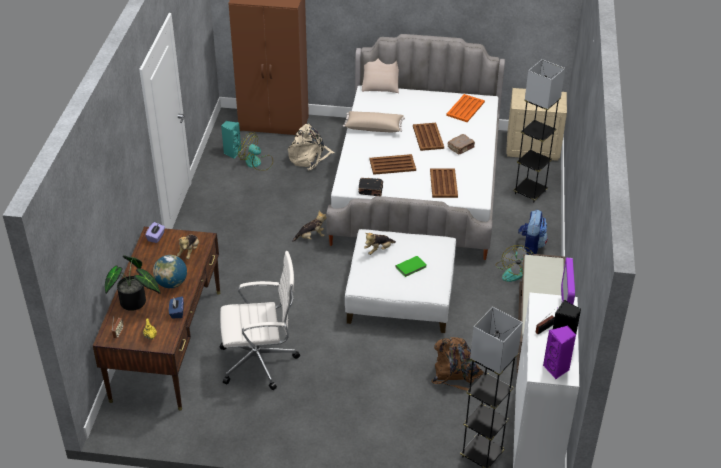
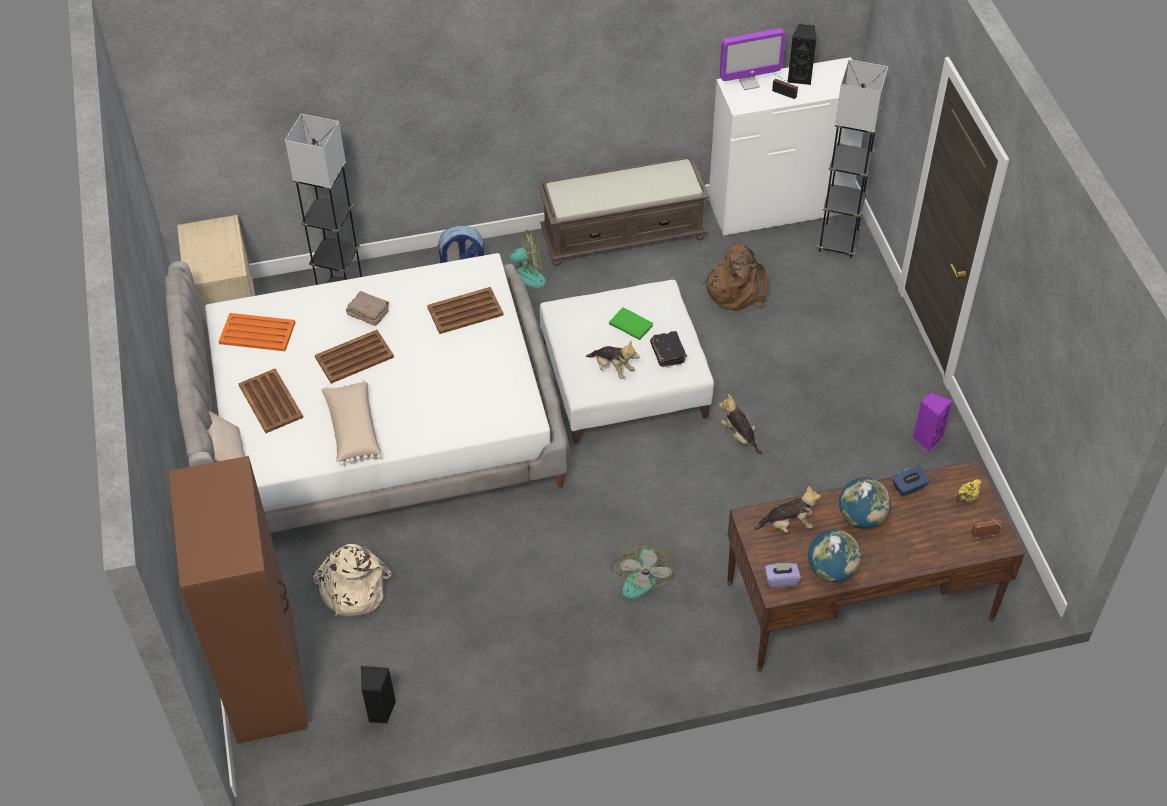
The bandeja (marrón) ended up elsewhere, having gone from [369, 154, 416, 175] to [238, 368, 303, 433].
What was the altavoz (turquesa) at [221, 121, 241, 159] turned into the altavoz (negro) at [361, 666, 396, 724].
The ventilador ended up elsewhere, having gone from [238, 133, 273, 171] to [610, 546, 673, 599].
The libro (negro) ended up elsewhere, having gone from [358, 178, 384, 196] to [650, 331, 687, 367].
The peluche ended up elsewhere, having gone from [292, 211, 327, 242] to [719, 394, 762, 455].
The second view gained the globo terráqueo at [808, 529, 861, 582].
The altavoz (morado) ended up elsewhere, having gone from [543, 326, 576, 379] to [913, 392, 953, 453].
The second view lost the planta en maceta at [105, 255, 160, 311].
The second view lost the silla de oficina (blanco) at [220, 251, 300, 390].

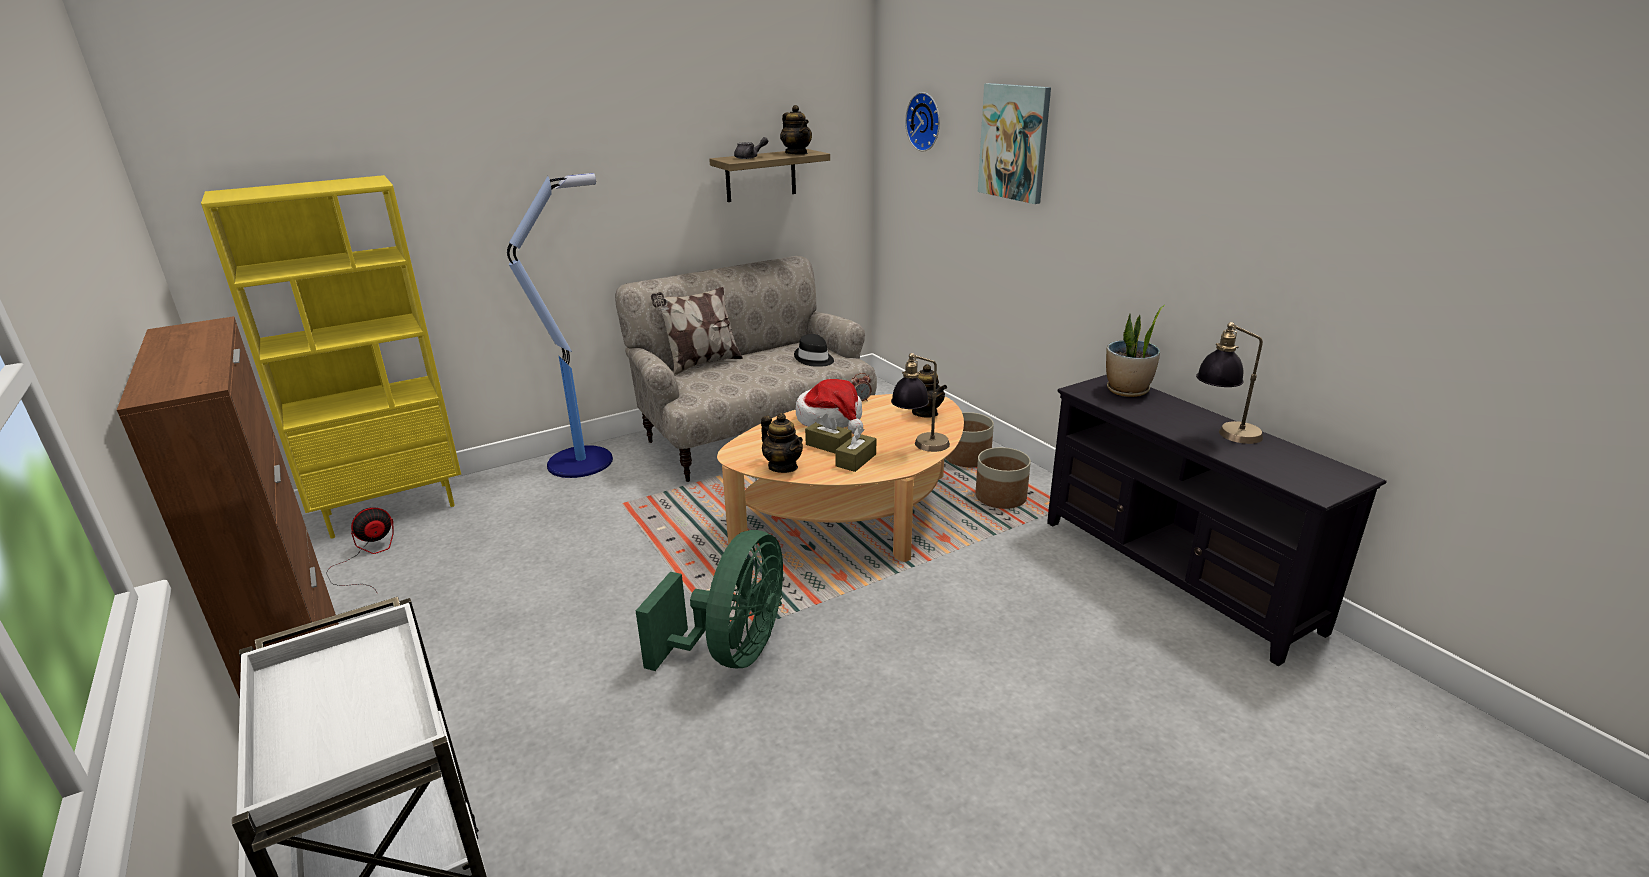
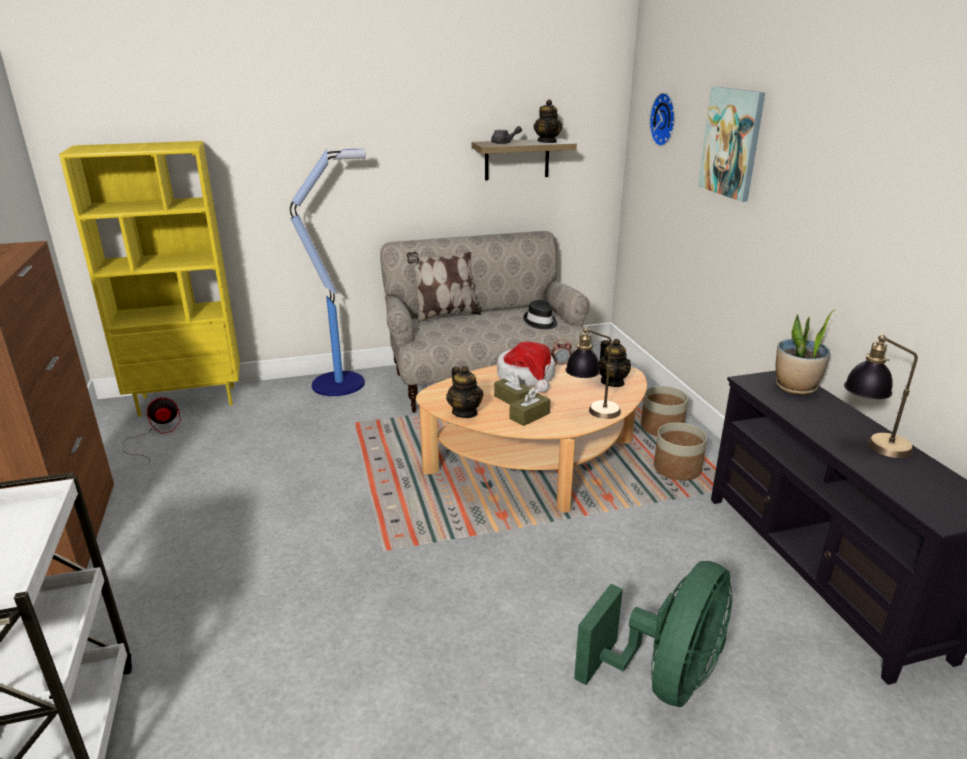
The ventilador (verde) ended up elsewhere, having gone from [636, 530, 783, 671] to [574, 561, 732, 707].

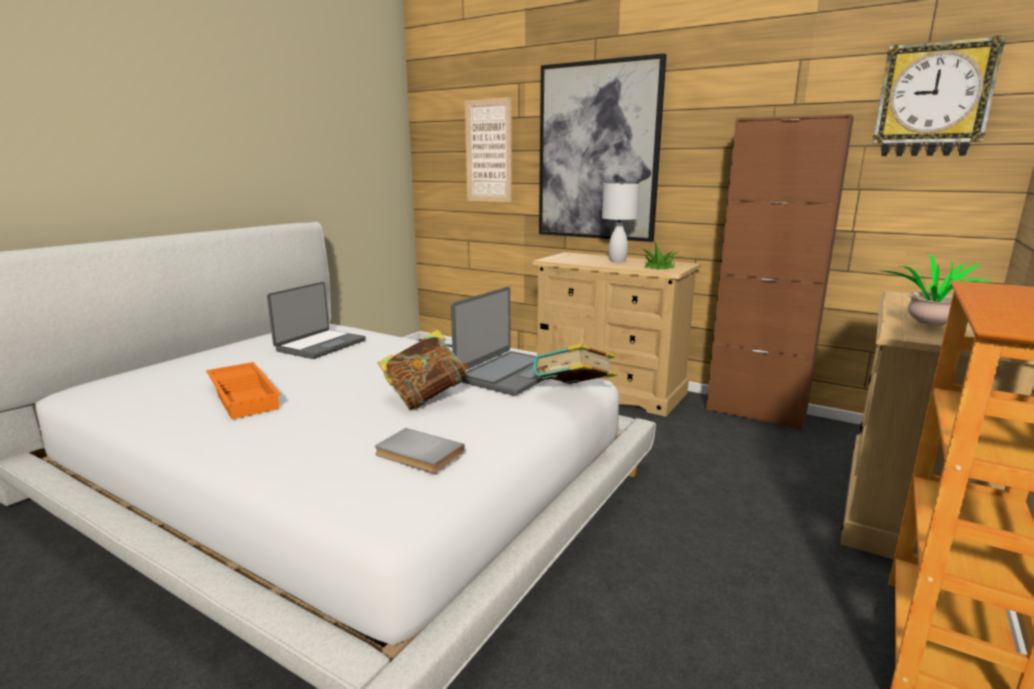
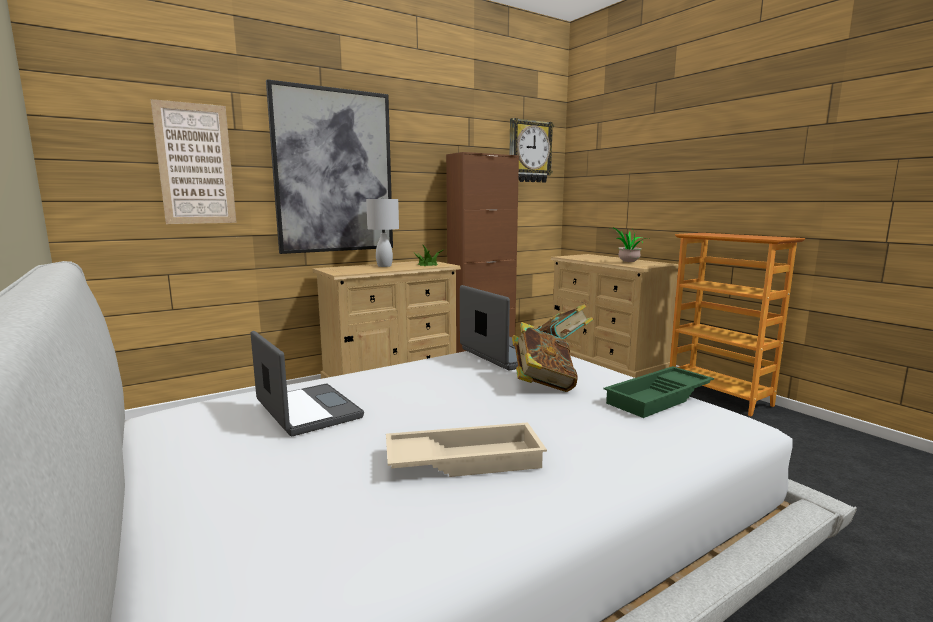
What was the bandeja (naranja) at [206, 362, 281, 419] turned into the bandeja (beis) at [386, 422, 547, 477].
Where the libro (gris) stood at [375, 428, 465, 473], the bandeja (verde) came to stand at [604, 366, 714, 418].

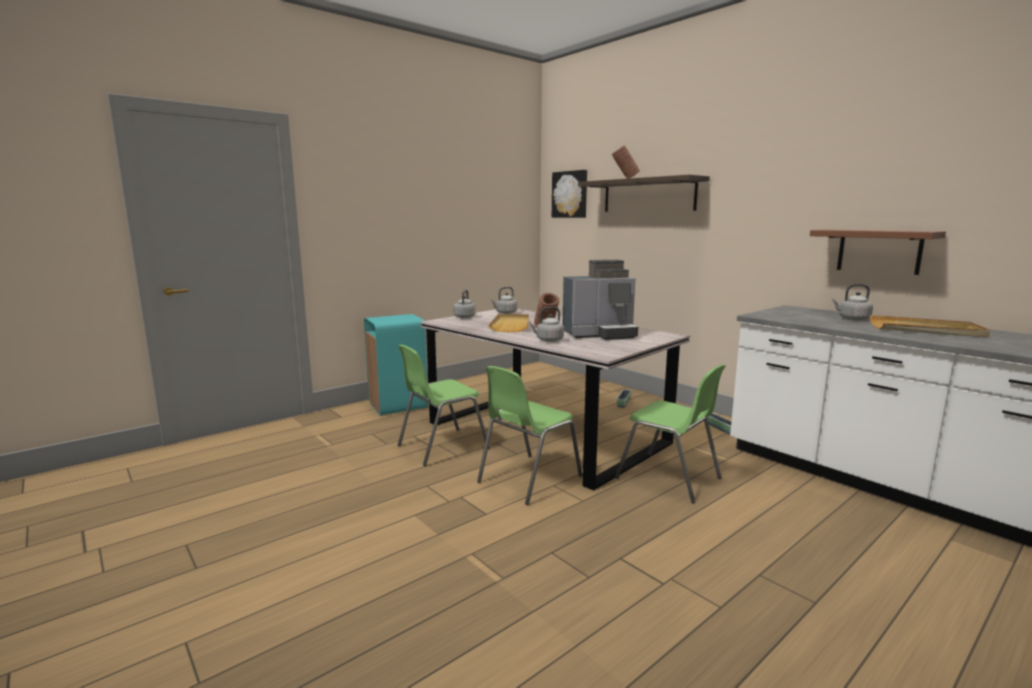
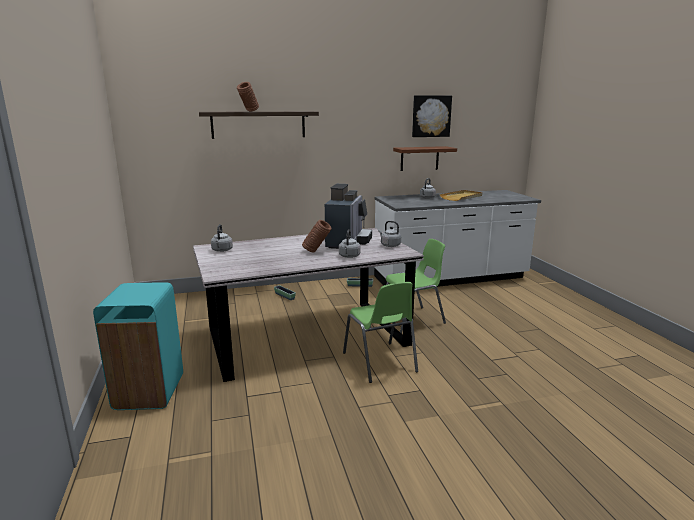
The hervidor (gris) ended up elsewhere, having gone from [453, 290, 476, 318] to [378, 221, 401, 247].
The cuadro ended up elsewhere, having gone from [552, 170, 587, 218] to [412, 95, 452, 137].
The second view lost the silla (verde) at [398, 345, 490, 466].
The second view lost the bandeja (beis) at [488, 314, 529, 332].

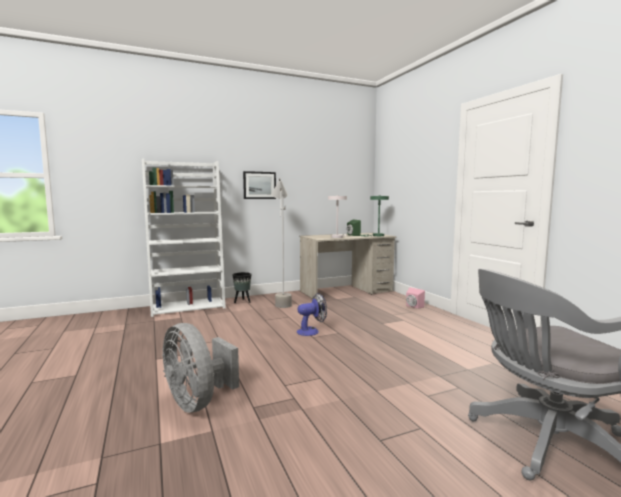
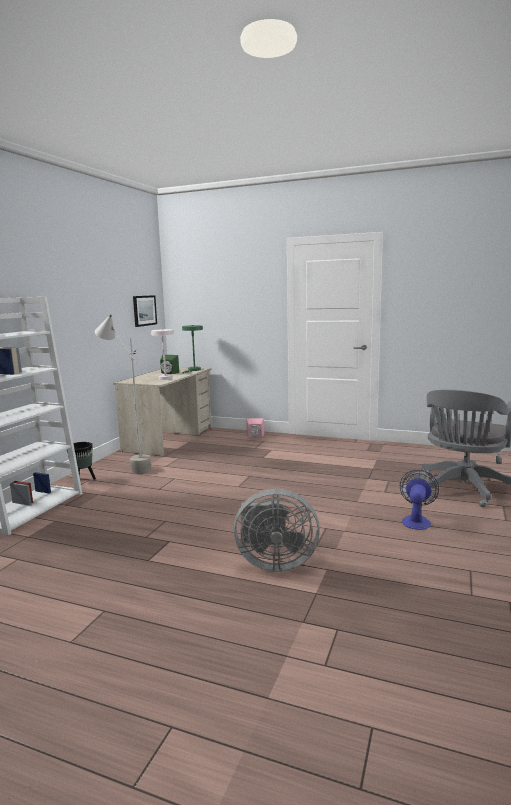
The cuadro ended up elsewhere, having gone from [243, 171, 276, 199] to [133, 295, 157, 327].
The ventilador ended up elsewhere, having gone from [297, 293, 327, 336] to [400, 470, 439, 530].

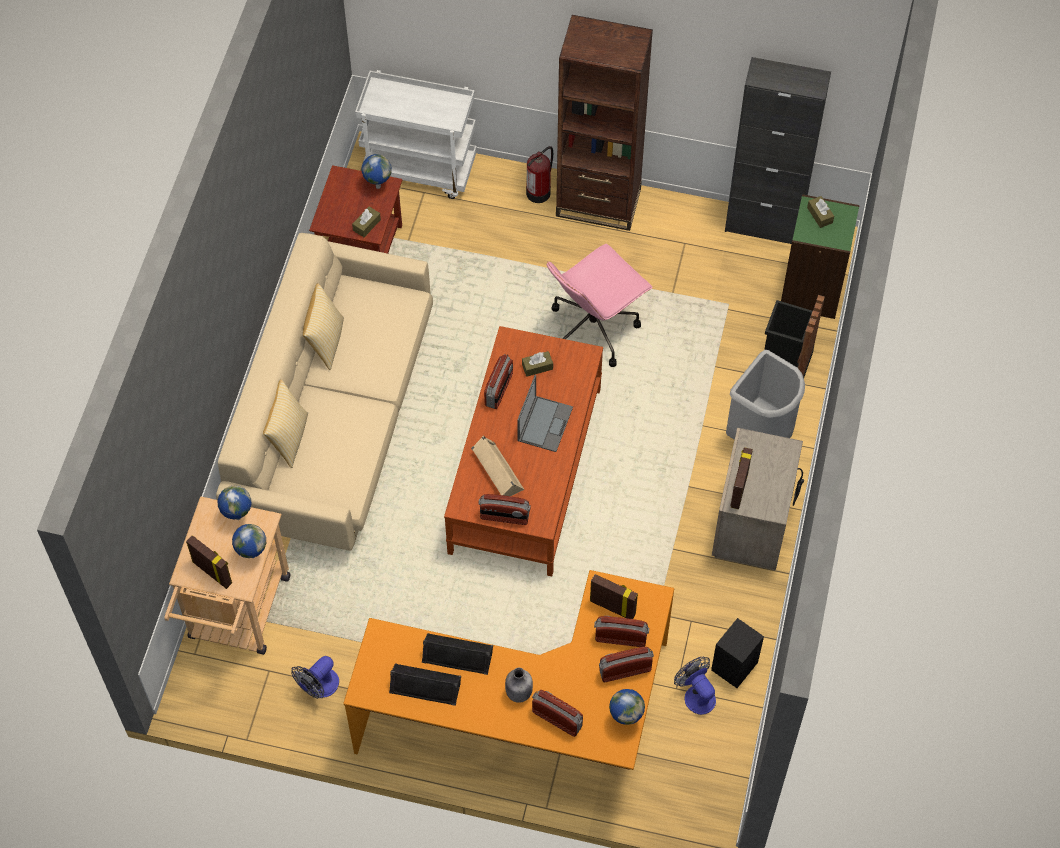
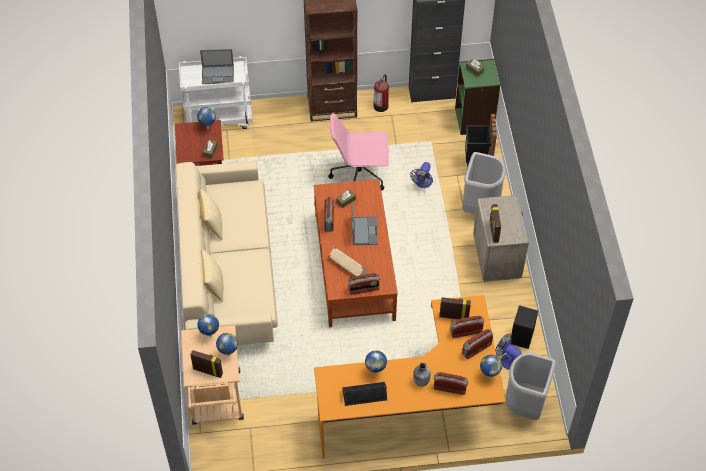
The second view gained the portátil at [200, 49, 234, 84].
The silla de oficina (rosa) at [547, 244, 653, 367] ended up facing another way, 60 degrees clockwise from before.
Where the altavoz (negro) stood at [422, 633, 493, 675], the globo terráqueo came to stand at [365, 350, 387, 373].
The extintor ended up elsewhere, having gone from [526, 146, 553, 203] to [373, 74, 389, 112].
The ventilador ended up elsewhere, having gone from [291, 656, 339, 699] to [410, 162, 433, 188].
The second view gained the papelera (gris) at [506, 352, 556, 420].

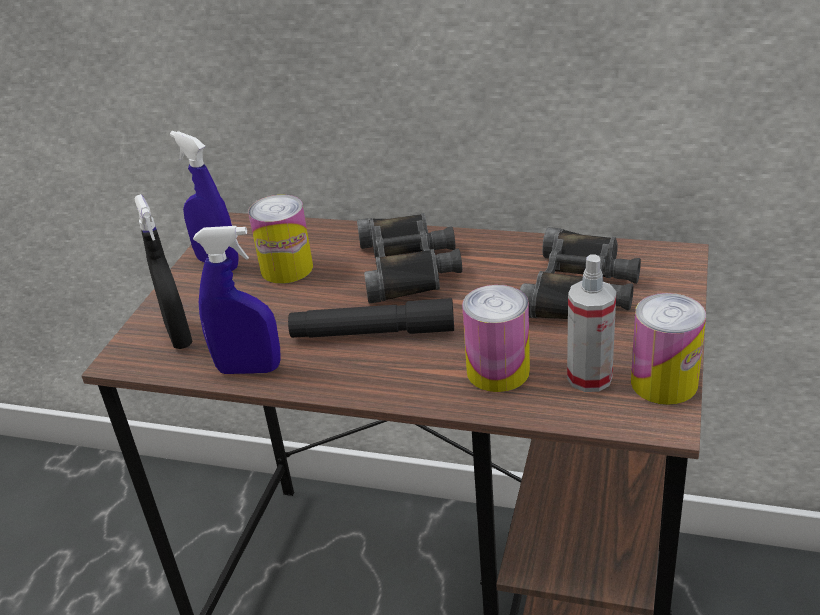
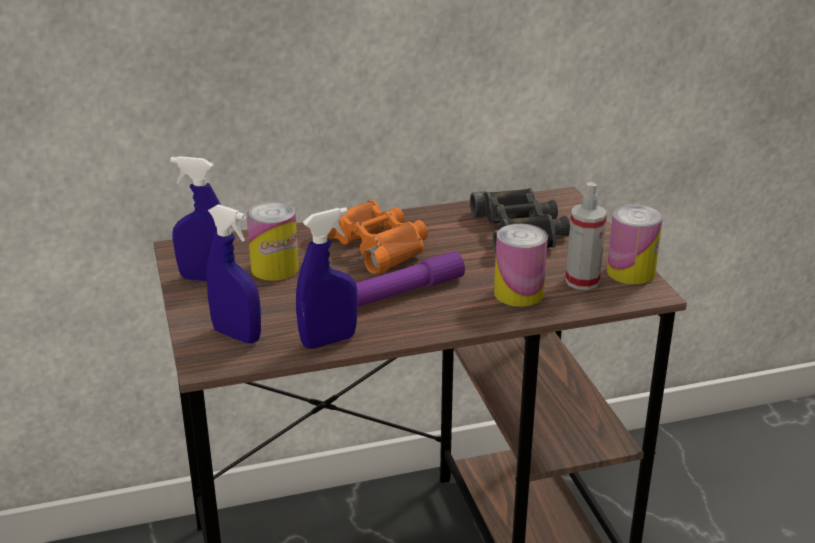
What was the pulverizador (negro) at [134, 194, 193, 349] turned into the pulverizador (azul) at [207, 204, 261, 343].
What was the prismáticos (negro) at [357, 213, 462, 303] turned into the prismáticos (naranja) at [327, 200, 428, 275].
What was the linterna (negro) at [288, 298, 454, 338] turned into the linterna (morado) at [356, 251, 465, 307].

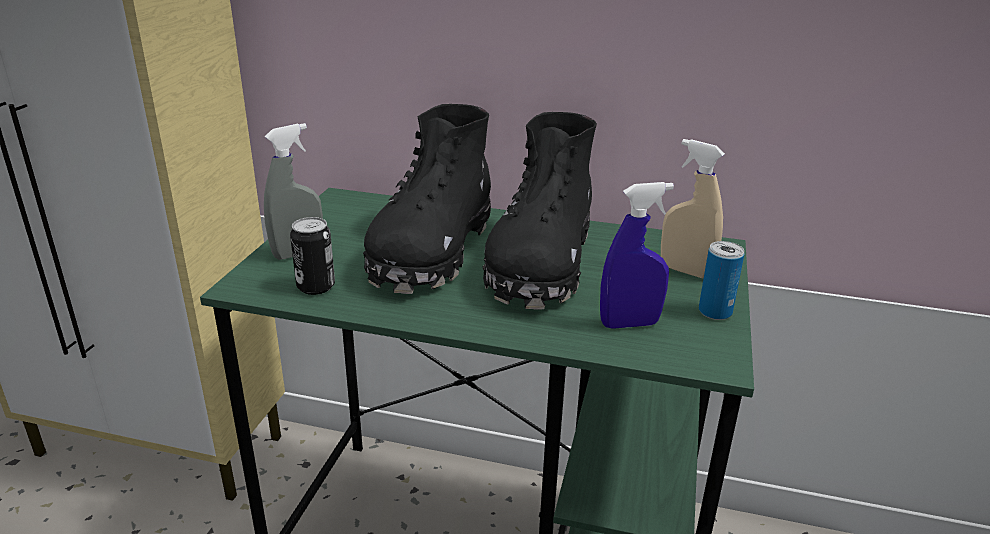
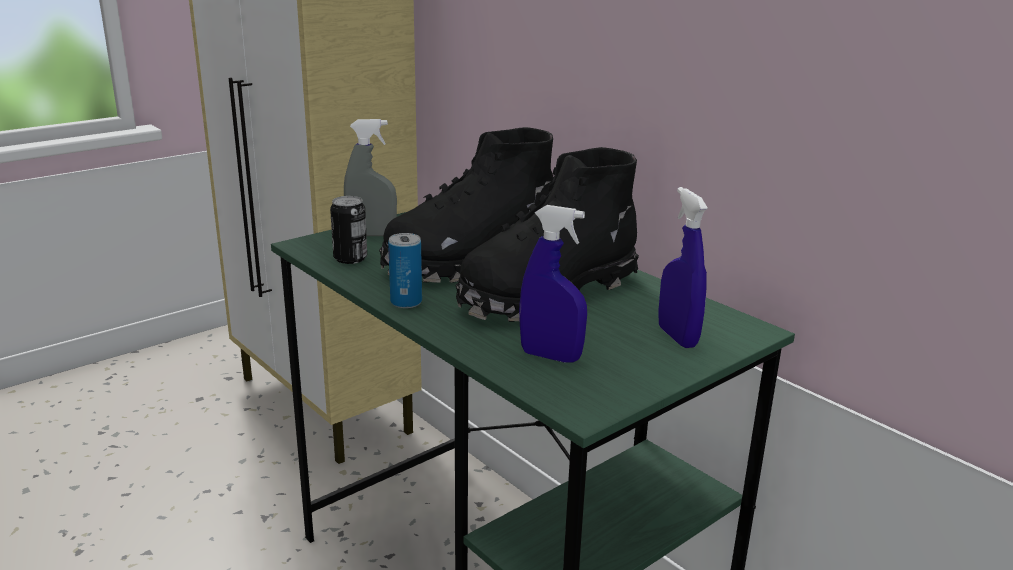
The lata ended up elsewhere, having gone from [699, 241, 744, 320] to [388, 233, 422, 308].
What was the pulverizador (beis) at [661, 139, 725, 279] turned into the pulverizador (azul) at [658, 187, 708, 348].

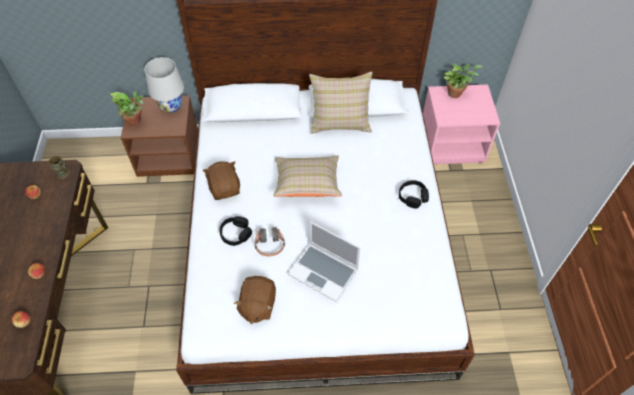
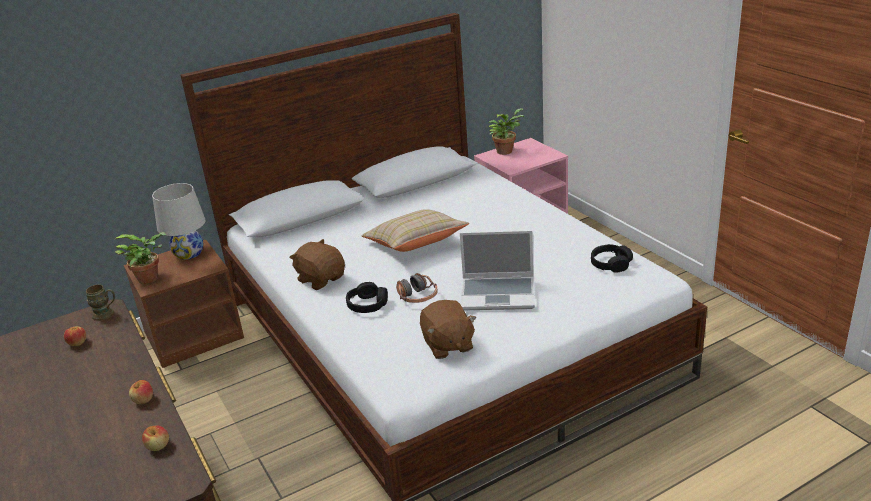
The auriculares (negro) ended up elsewhere, having gone from [399, 180, 429, 208] to [591, 244, 633, 273].
The second view lost the cojín (beis) at [309, 72, 373, 134].

